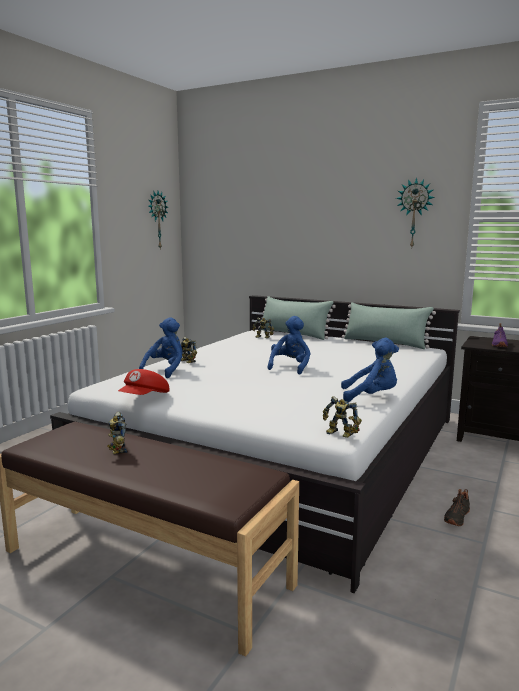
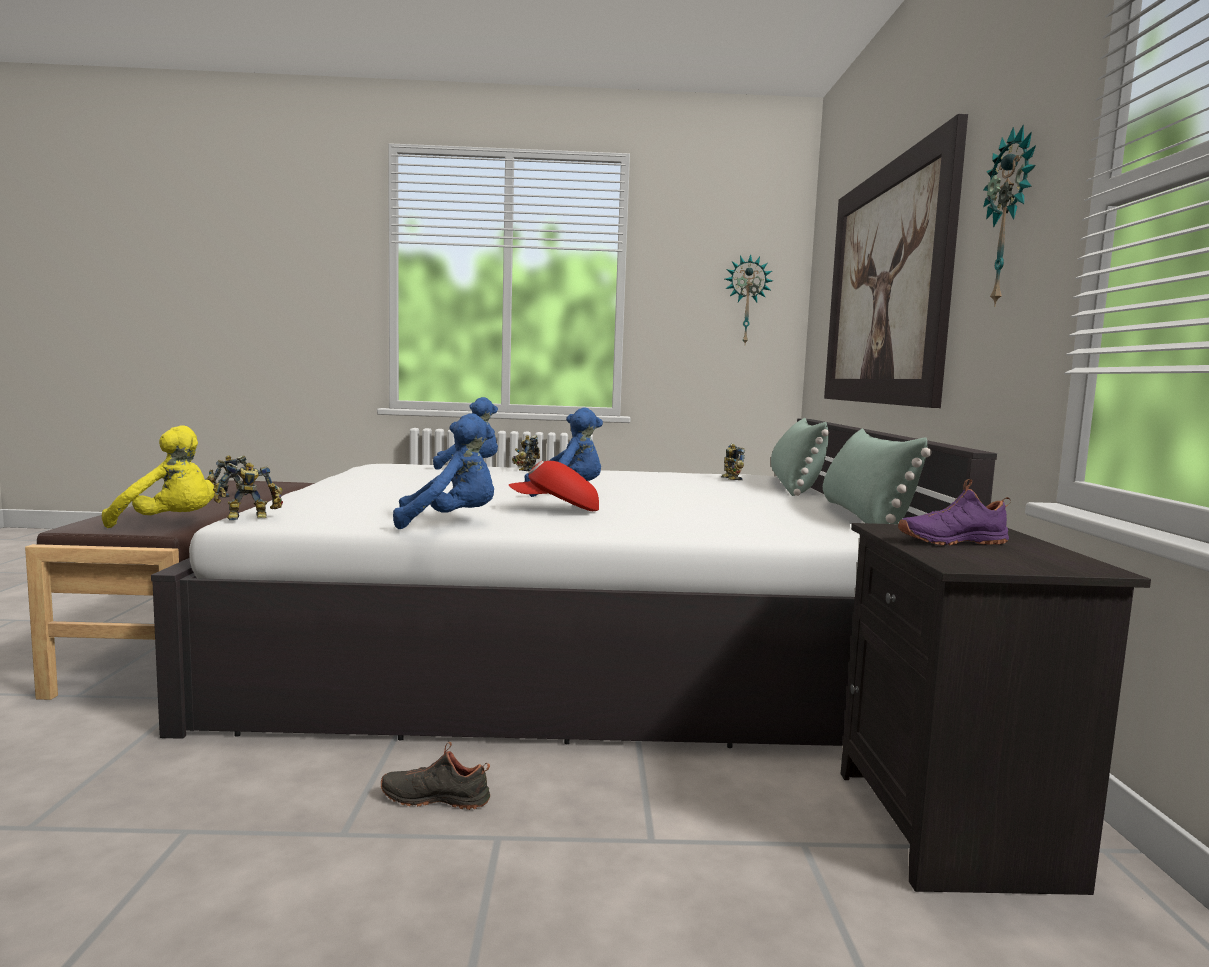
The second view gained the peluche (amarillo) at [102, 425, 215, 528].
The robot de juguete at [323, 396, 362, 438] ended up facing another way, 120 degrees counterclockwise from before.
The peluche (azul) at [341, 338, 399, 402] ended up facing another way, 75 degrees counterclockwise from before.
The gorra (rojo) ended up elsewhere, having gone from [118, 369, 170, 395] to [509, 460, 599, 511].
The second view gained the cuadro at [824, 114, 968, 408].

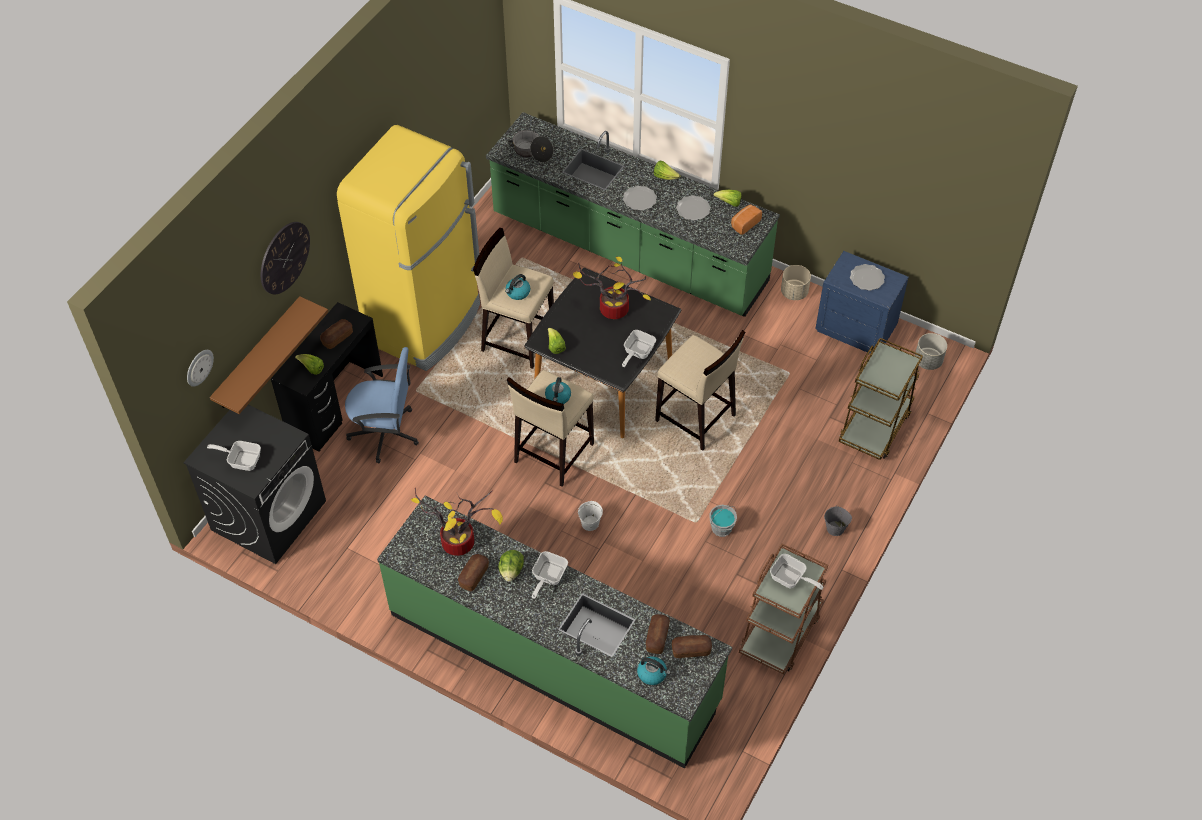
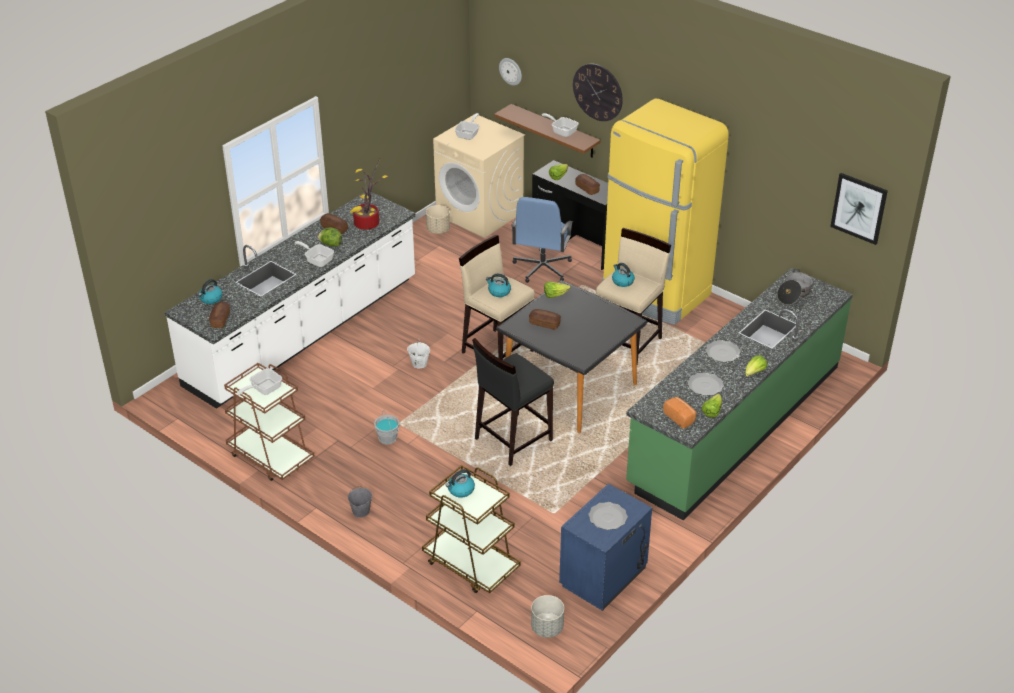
What was the mueble bajo de cocina (verde) at [377, 496, 732, 768] turned into the mueble bajo de cocina (blanco) at [165, 191, 416, 409].
The maceta (beis) ended up elsewhere, having gone from [781, 265, 811, 300] to [426, 205, 450, 234].
What was the lavadora (negro) at [183, 404, 326, 564] turned into the lavadora (beis) at [433, 114, 525, 238].
The second view gained the hervidor at [446, 469, 475, 498].
What was the taburete (beis) at [655, 330, 745, 451] turned into the taburete (negro) at [472, 338, 554, 466].
The pan ended up elsewhere, having gone from [646, 614, 670, 654] to [529, 309, 561, 329].
The sartén ended up elsewhere, having gone from [622, 330, 656, 367] to [542, 113, 579, 137].
The second view gained the cuadro at [830, 173, 888, 245].
The second view lost the planta en maceta at [573, 257, 651, 319].

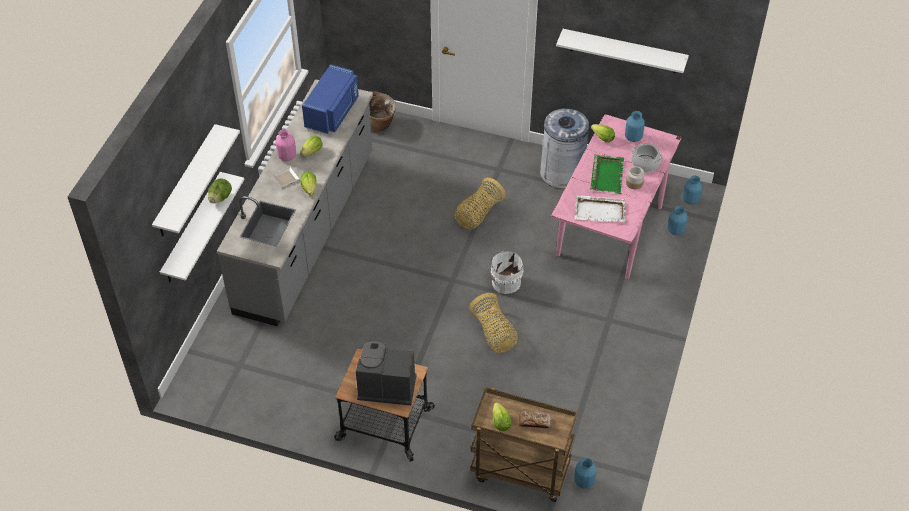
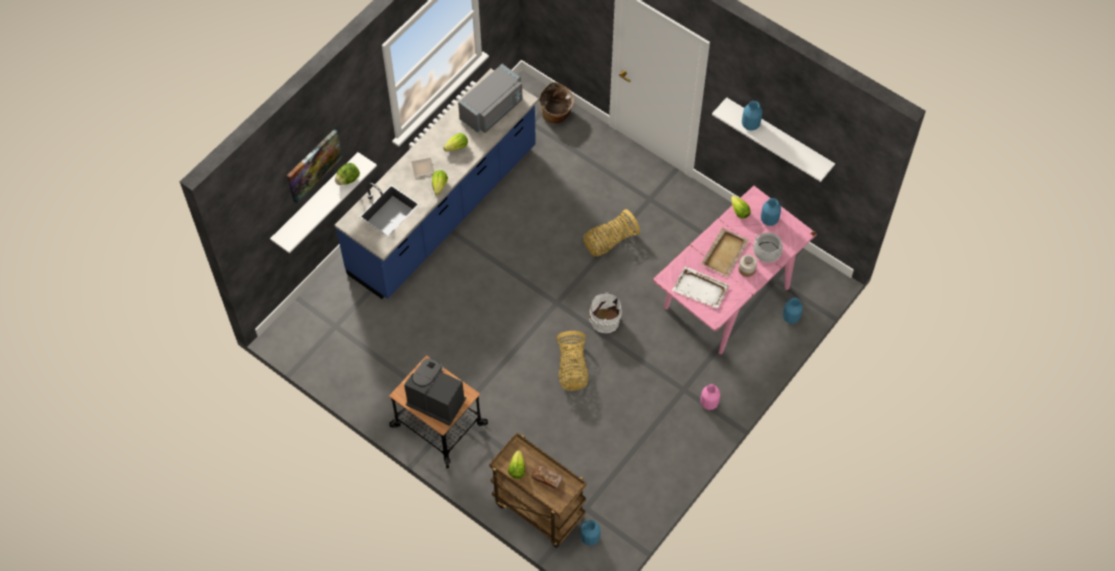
Where the estante (blanco) hung at [152, 124, 240, 236], the cuadro came to hang at [287, 129, 343, 203].
What was the mueble bajo de cocina (gris) at [217, 79, 373, 326] turned into the mueble bajo de cocina (azul) at [335, 68, 539, 299].
What was the microondas (azul) at [302, 64, 359, 134] turned into the microondas (gris) at [458, 64, 523, 133].
The florero (rosa) ended up elsewhere, having gone from [276, 129, 296, 161] to [700, 384, 720, 410].
What was the bandeja (verde) at [590, 154, 624, 194] turned into the bandeja (beis) at [701, 227, 749, 277].
The florero (azul) ended up elsewhere, having gone from [683, 175, 703, 205] to [742, 101, 763, 131].
The second view lost the papelera (gris) at [540, 108, 589, 189].

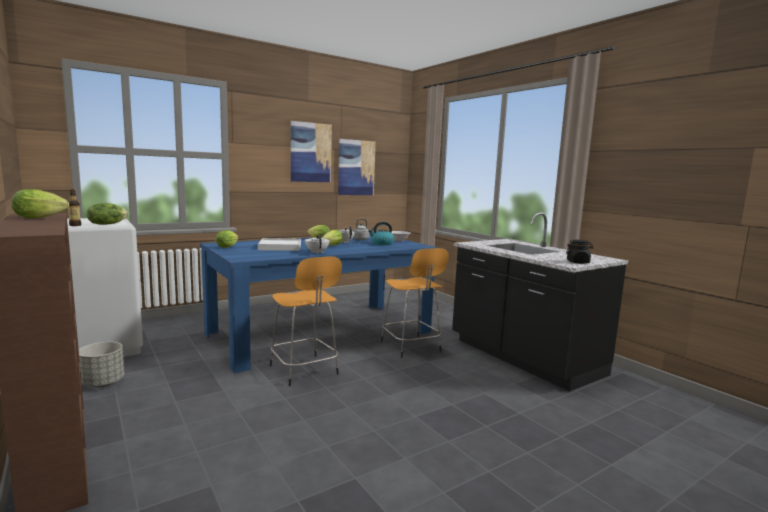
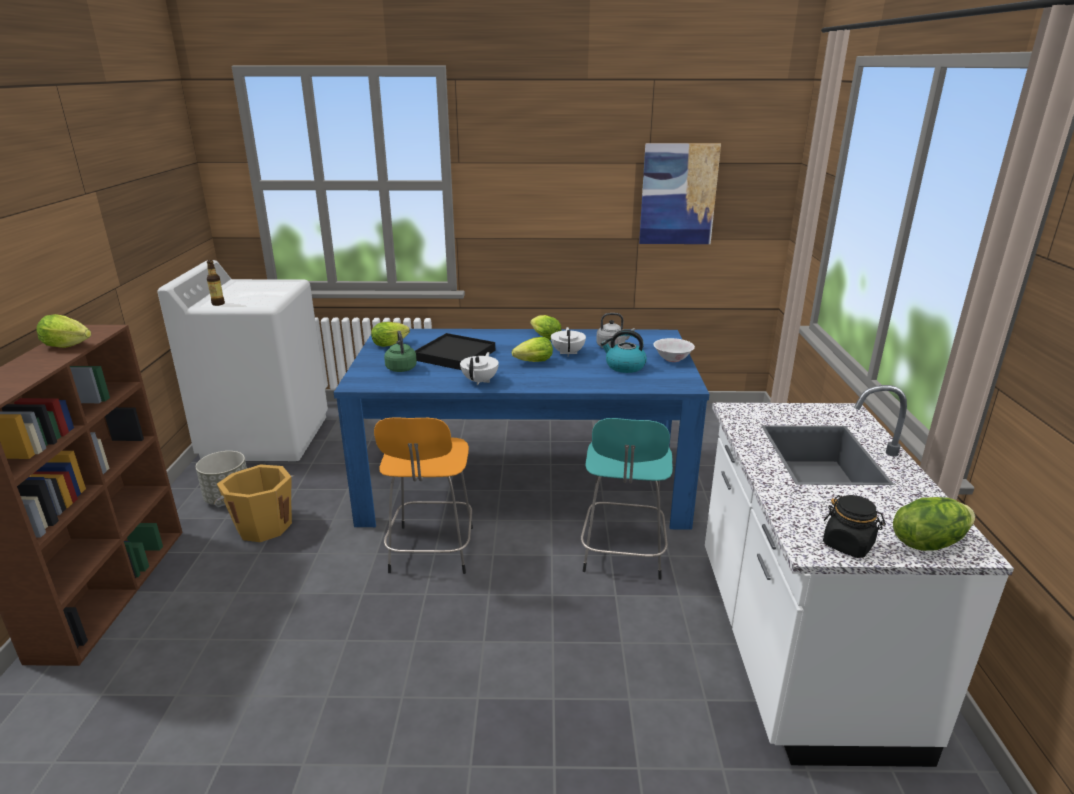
The second view gained the cubo (naranja) at [214, 464, 294, 542].
The second view gained the hervidor (verde) at [384, 331, 417, 372].
What was the bandeja (blanco) at [258, 238, 301, 251] turned into the bandeja (negro) at [415, 333, 495, 370].
What was the taburete (naranja) at [381, 248, 449, 358] turned into the taburete (turquesa) at [581, 418, 673, 580].
What was the mueble bajo de cocina (negro) at [452, 212, 628, 391] turned into the mueble bajo de cocina (blanco) at [705, 385, 1014, 767].
The lechuga ended up elsewhere, having gone from [87, 203, 128, 225] to [893, 497, 975, 551].
The second view lost the cuadro at [291, 121, 332, 182].

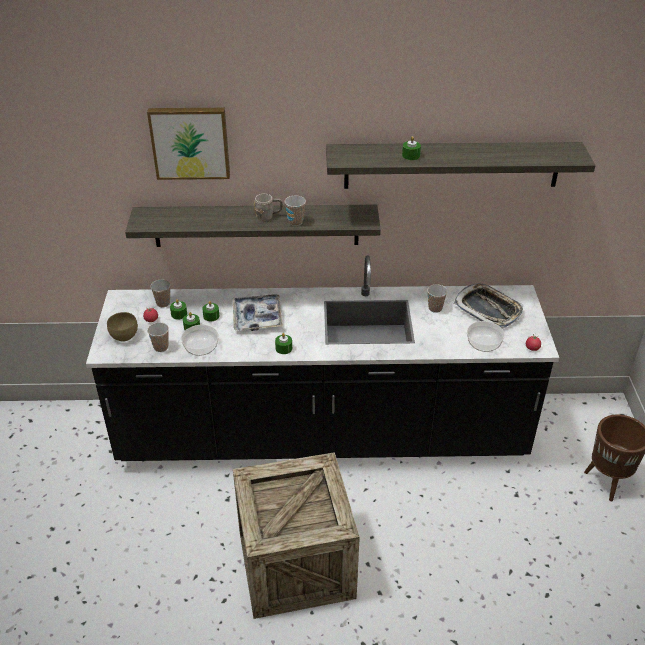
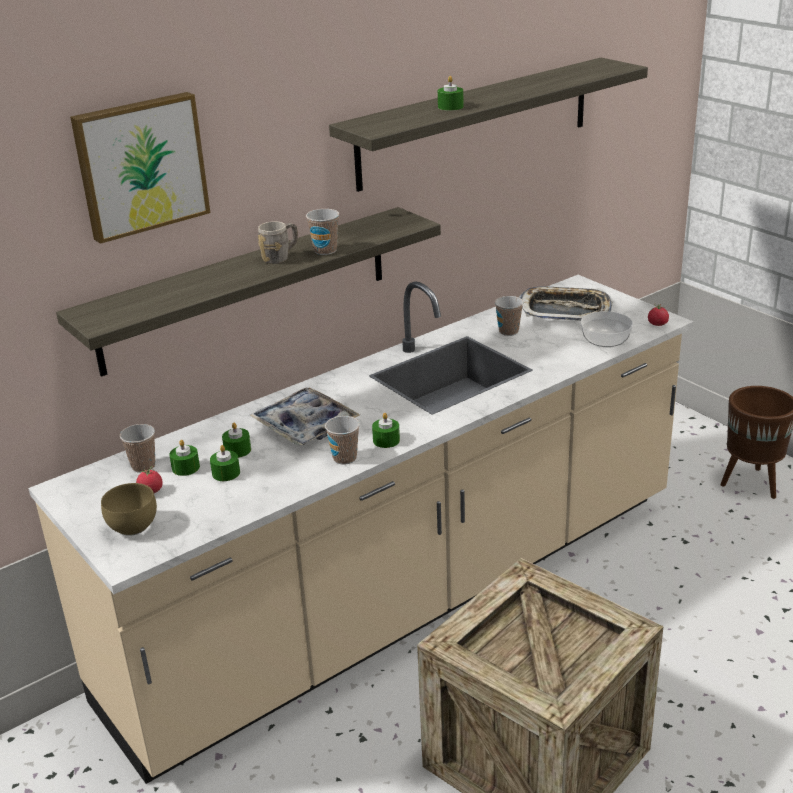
What was the mueble bajo de cocina (negro) at [86, 255, 559, 461] turned into the mueble bajo de cocina (beis) at [28, 275, 694, 784].
The taza ended up elsewhere, having gone from [147, 322, 169, 352] to [325, 416, 360, 465].
The second view lost the cuenco at [181, 325, 219, 356].

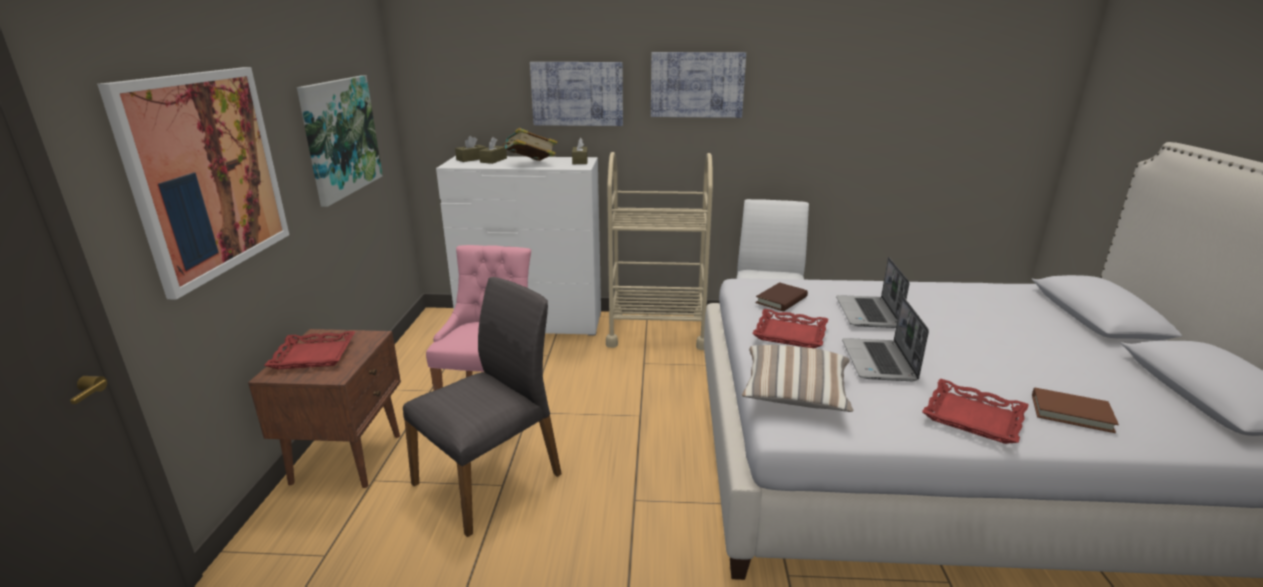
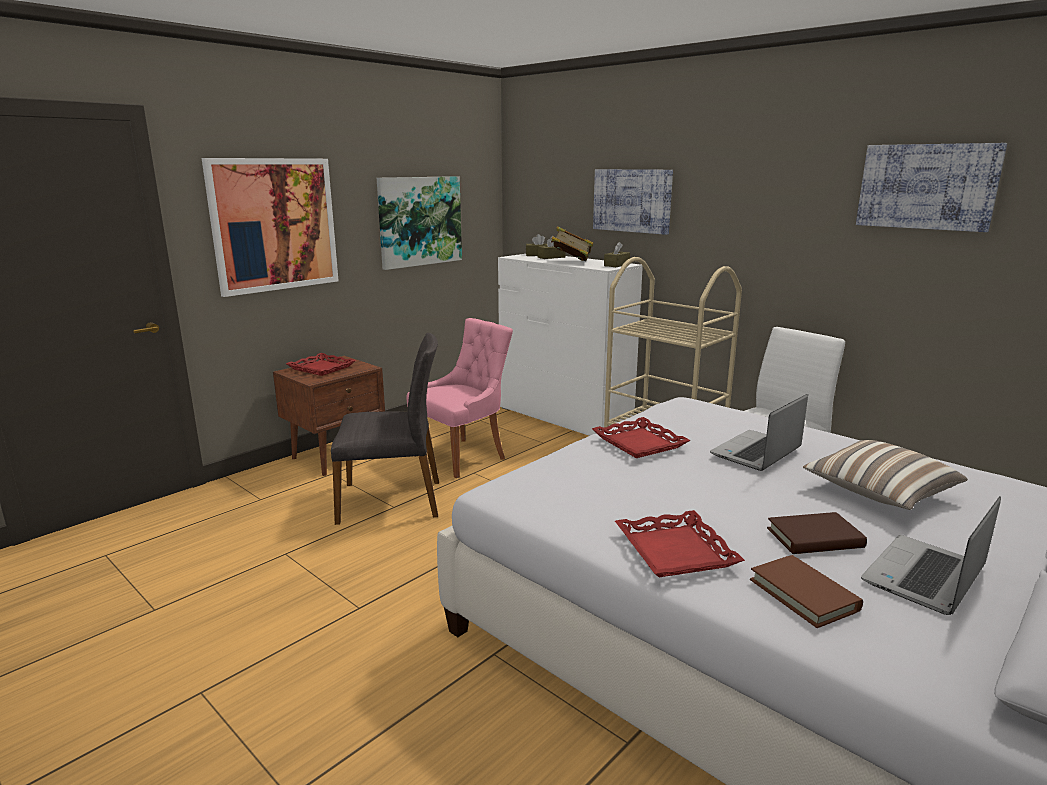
The libro (marrón) ended up elsewhere, having gone from [756, 282, 808, 312] to [767, 512, 867, 554].
The cojín ended up elsewhere, having gone from [742, 345, 853, 412] to [803, 440, 968, 510].
The cuadro ended up elsewhere, having gone from [651, 52, 746, 118] to [856, 143, 1007, 232].
The portátil ended up elsewhere, having gone from [842, 296, 929, 381] to [861, 496, 1001, 615].

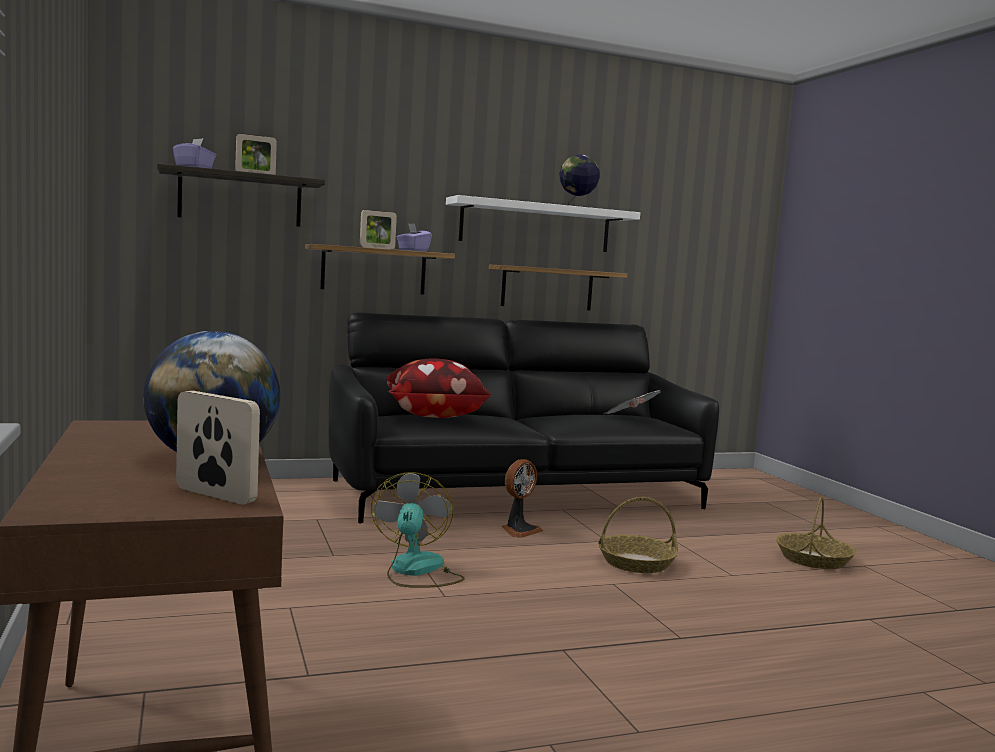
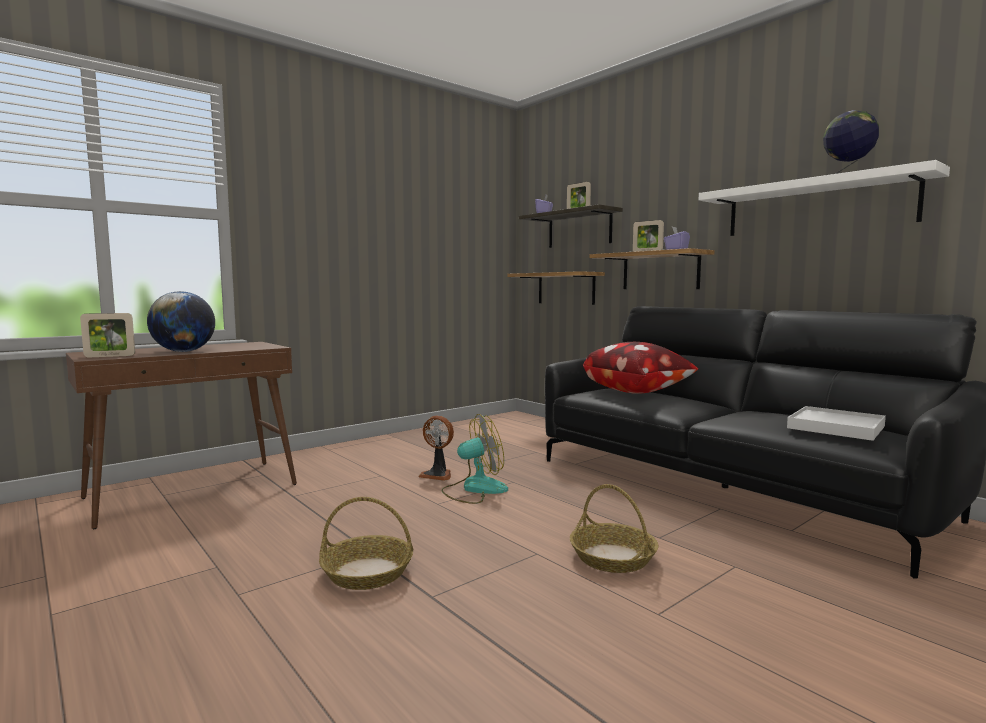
The portarretratos at [176, 391, 260, 505] ended up facing another way, 60 degrees clockwise from before.
The cesta ended up elsewhere, having gone from [776, 496, 856, 569] to [319, 497, 413, 590].
The ventilador ended up elsewhere, having gone from [502, 459, 543, 538] to [418, 416, 454, 481].
The estante ended up elsewhere, having gone from [489, 265, 627, 310] to [507, 271, 605, 305].
Where the periódico stood at [604, 390, 661, 414], the bandeja (blanco) came to stand at [787, 406, 886, 441].

